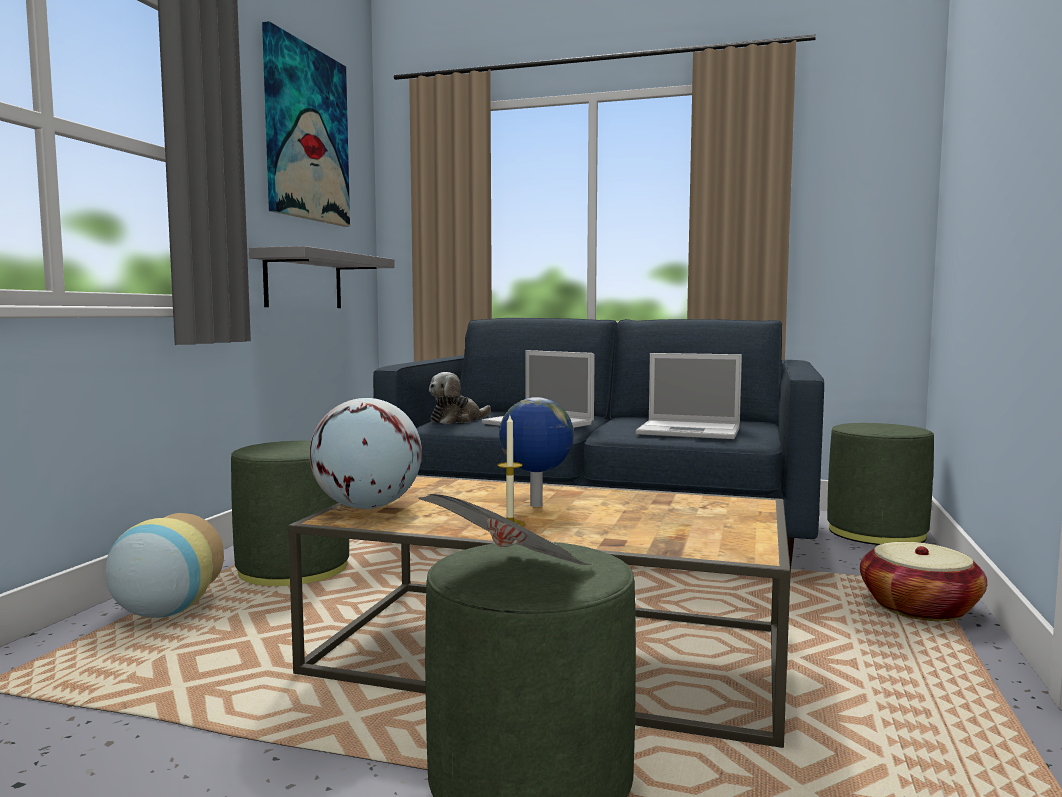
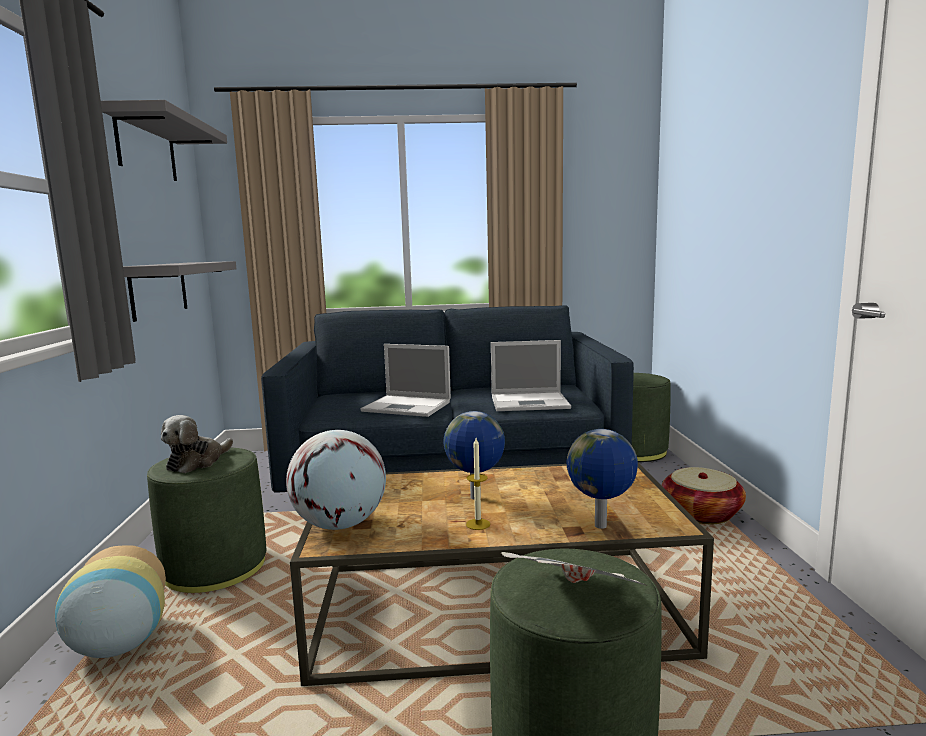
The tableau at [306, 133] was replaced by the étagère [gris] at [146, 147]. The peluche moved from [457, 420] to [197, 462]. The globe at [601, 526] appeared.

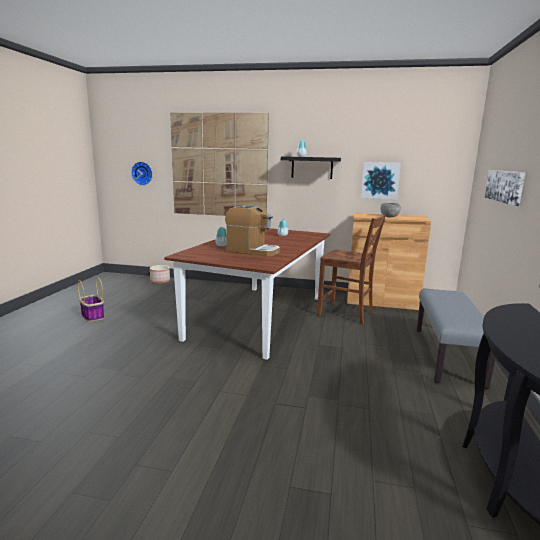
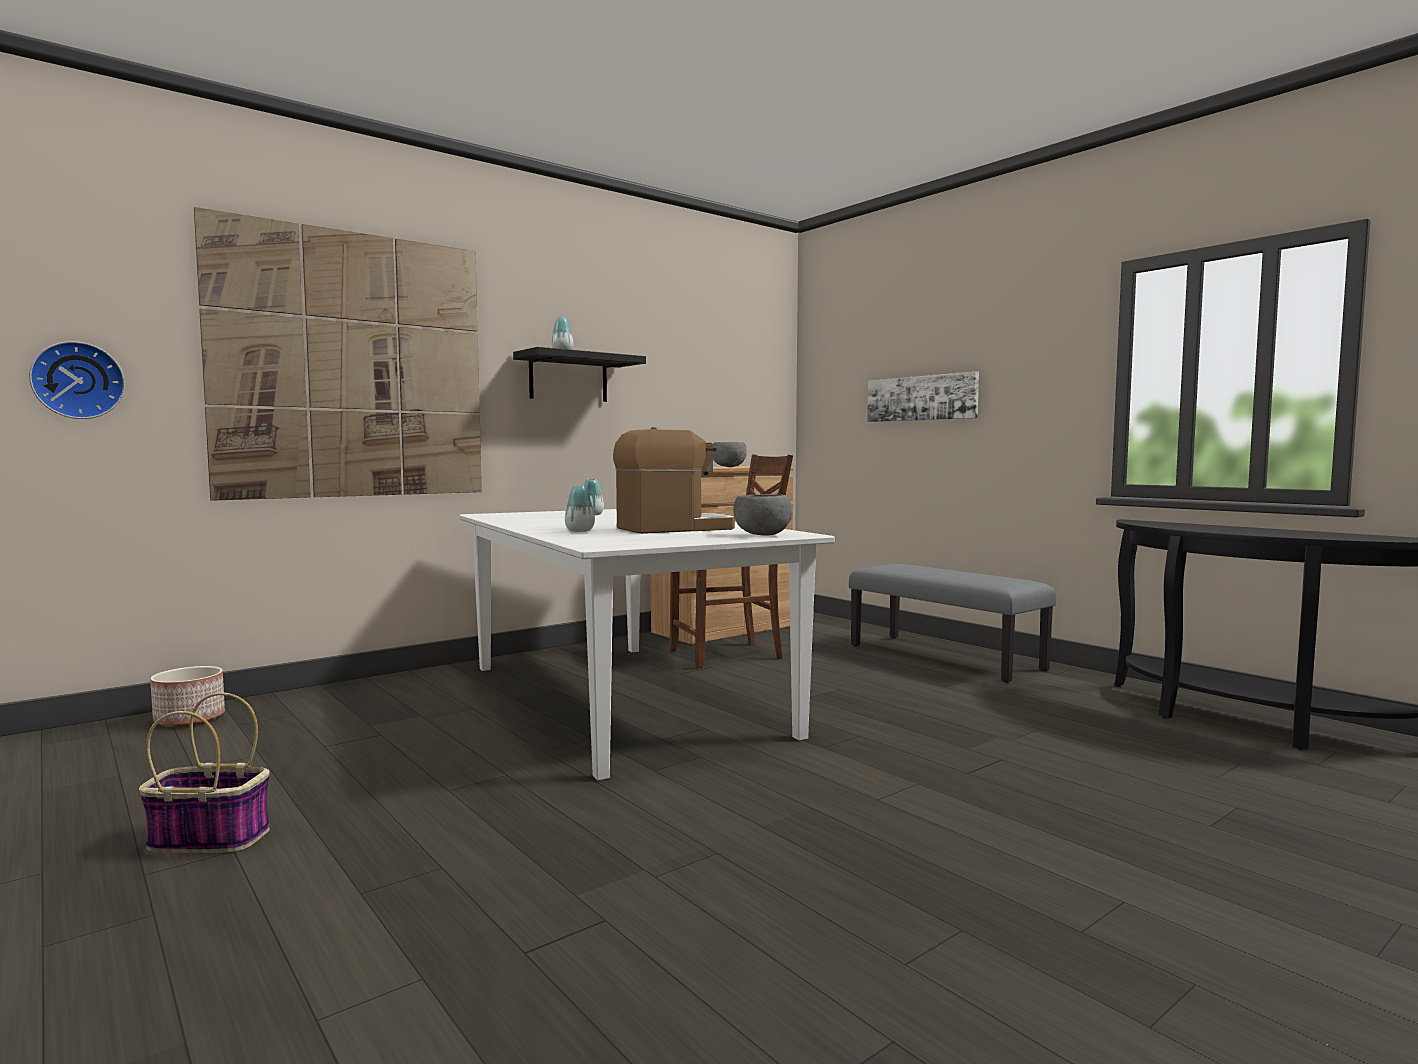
The table à manger [marron] at [258, 316] became the table à manger [blanc] at [619, 699]. The bol [gris] at [762, 535] appeared. The tableau at [380, 180] disappeared.

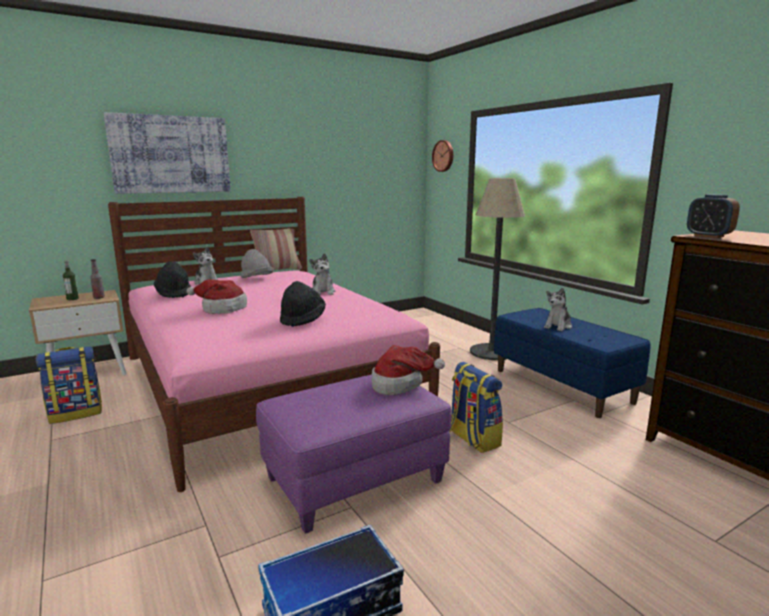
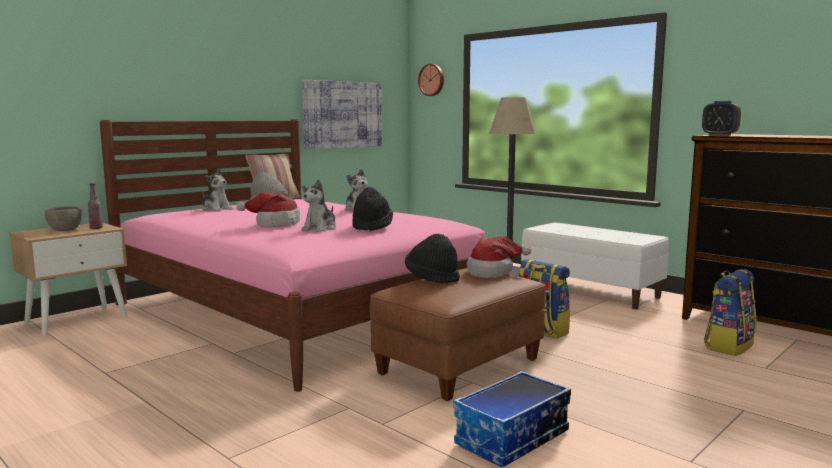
The bouteille at [72, 299] was replaced by the bol [gris] at [65, 230]. The peluche moved from [558, 326] to [320, 228]. The tableau moved from [170, 154] to [342, 114]. The pouf [violet] at [355, 480] became the pouf [marron] at [459, 366]. The chapeau [noir] moved from [174, 294] to [432, 278]. The banc [bleu] at [562, 386] became the banc [blanc] at [591, 291]. The sac à dos moved from [76, 413] to [728, 346].

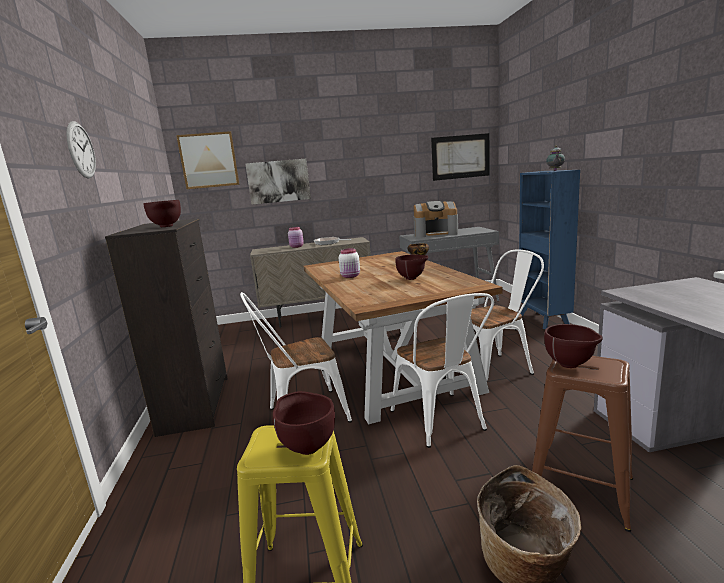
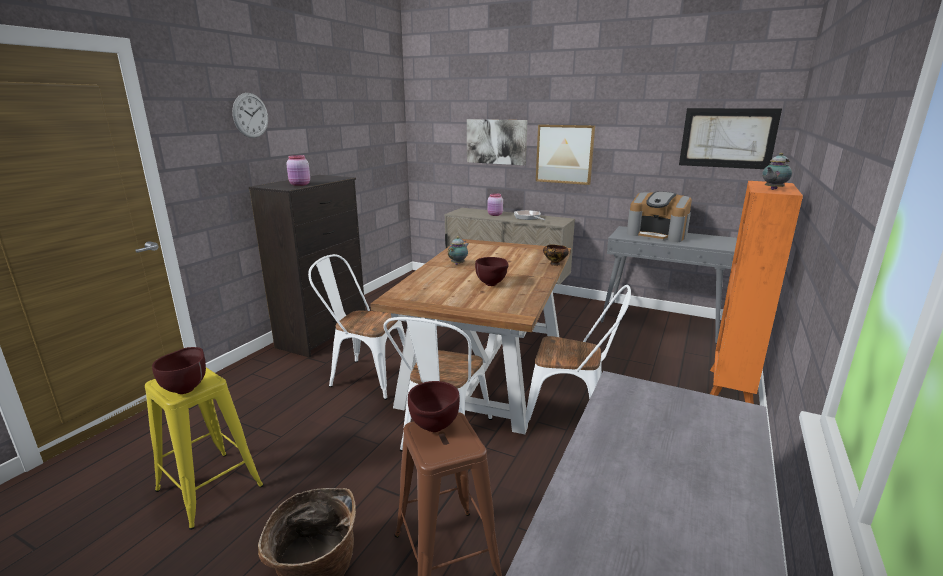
The bol [marron] at [167, 226] was replaced by the bocal [rose] at [300, 184]. The bocal [blanc] at [351, 276] was replaced by the théière at [458, 264]. The tableau moved from [209, 160] to [564, 154]. The bibliothèque [bleu] at [544, 320] became the bibliothèque [orange] at [730, 389].

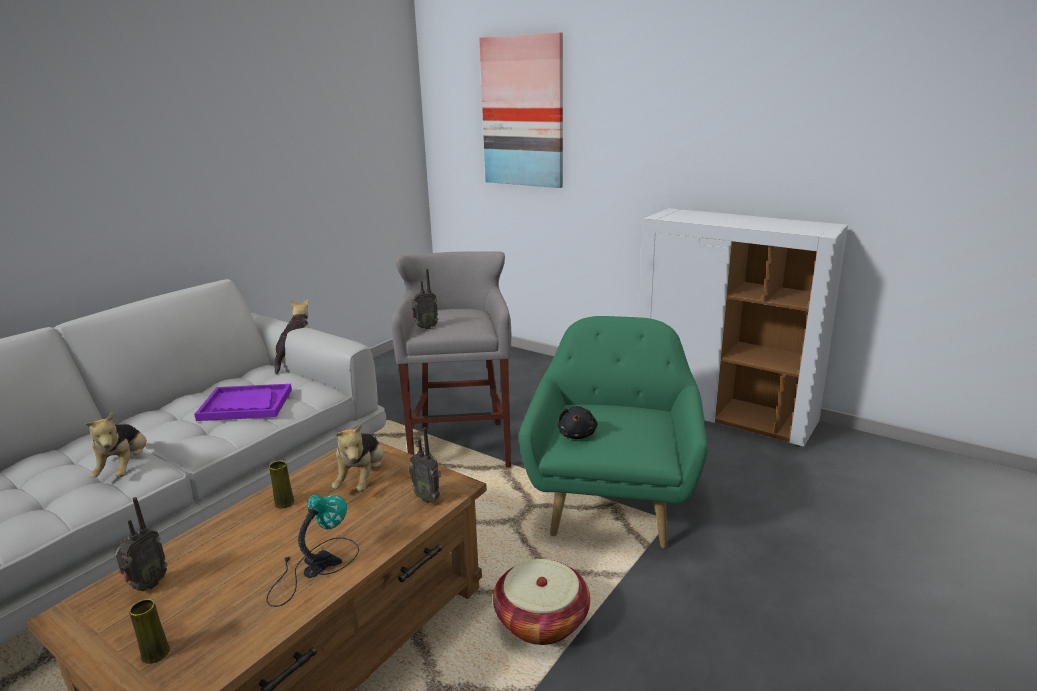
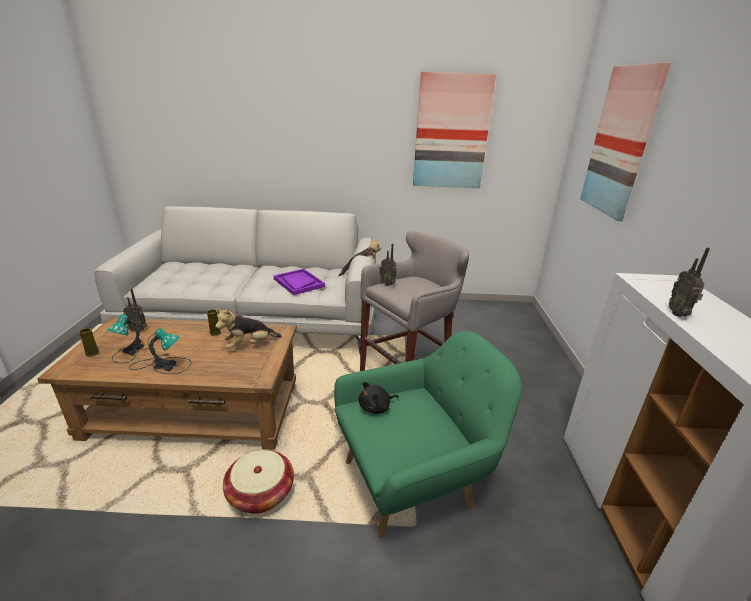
The lampe de table at [138, 349] appeared. The tableau at [451, 132] appeared. The radio moved from [428, 498] to [678, 314]. The peluche at [125, 468] disappeared.

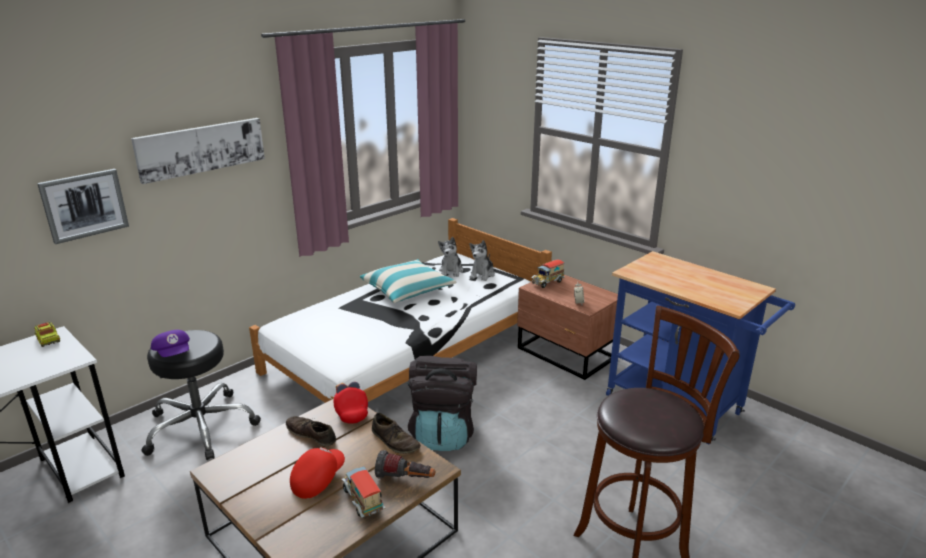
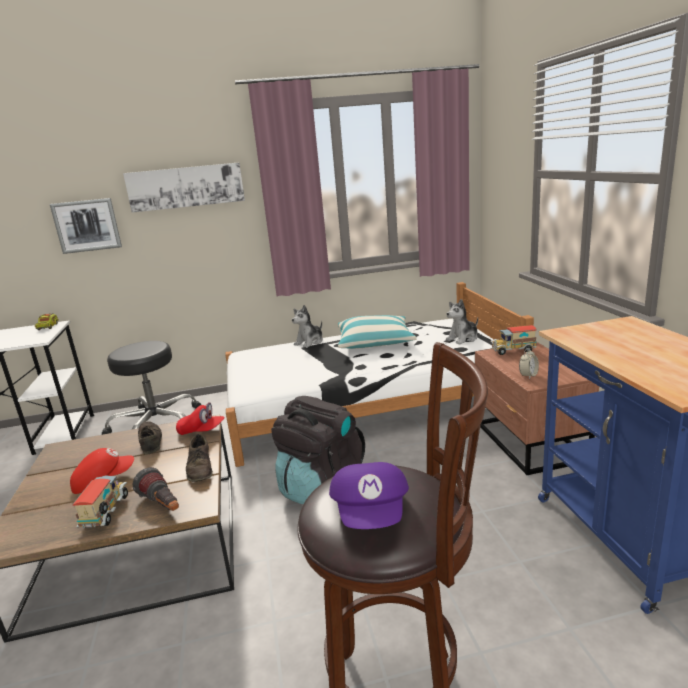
The casquette [rouge] at [351, 411] turned 90 degrees clockwise. The peluche moved from [451, 271] to [310, 342]. The casquette [violet] moved from [174, 354] to [372, 513].

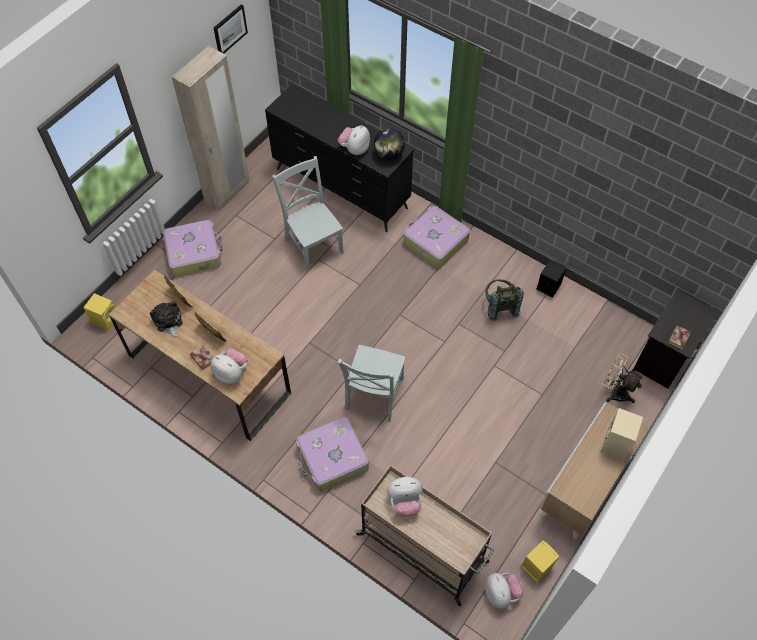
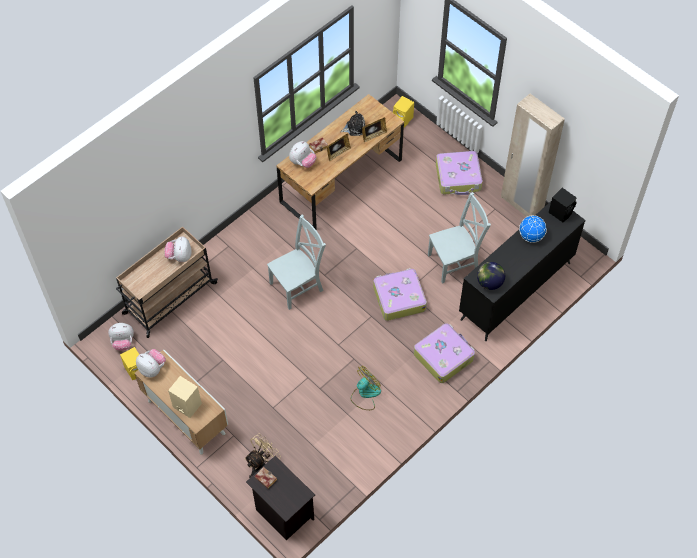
The peluche moved from [354, 149] to [152, 368]. The chaise [gris] at [373, 396] turned 120 degrees clockwise. The sac à dos [gris] at [499, 306] was replaced by the ventilateur at [365, 394]. The valise moved from [332, 458] to [398, 298]. The globe at [531, 236] appeared. The enceinte [noir] moved from [548, 286] to [561, 212]. The tableau at [229, 29] disappeared.

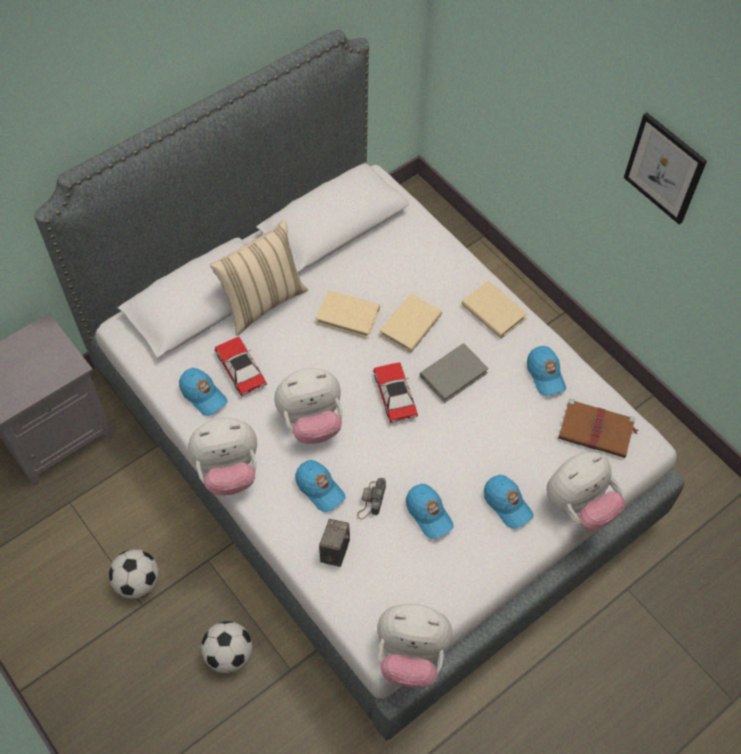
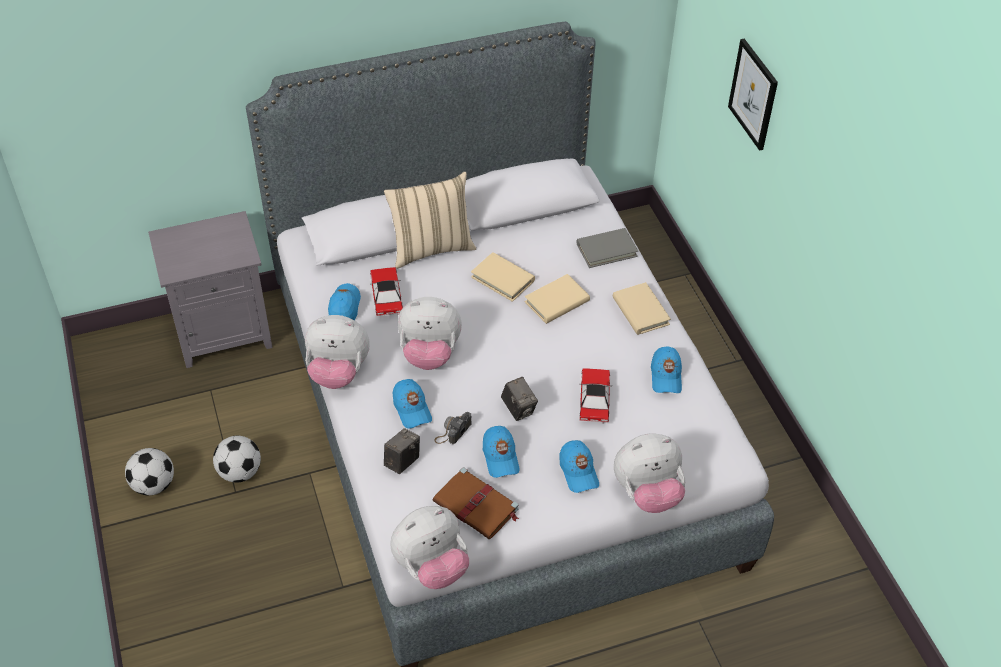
The ballon de foot moved from [229, 654] to [153, 485]. The casquette [bleu] at [203, 395] turned 150 degrees counterclockwise. The peluche at [411, 654] turned 60 degrees counterclockwise. The livre [marron] moved from [597, 430] to [477, 506]. The appareil photo at [518, 409] appeared. The livre [gris] moved from [453, 374] to [606, 250]. The petite voiture moved from [394, 395] to [594, 399]. The tableau moved from [664, 168] to [753, 94].

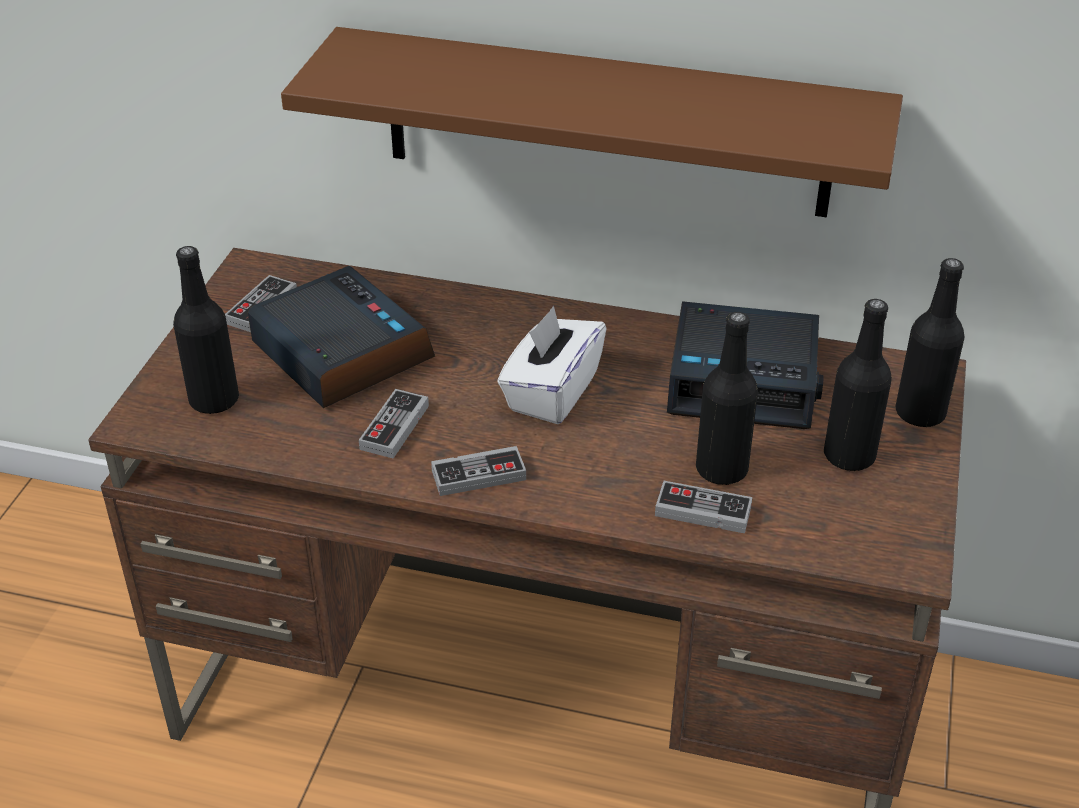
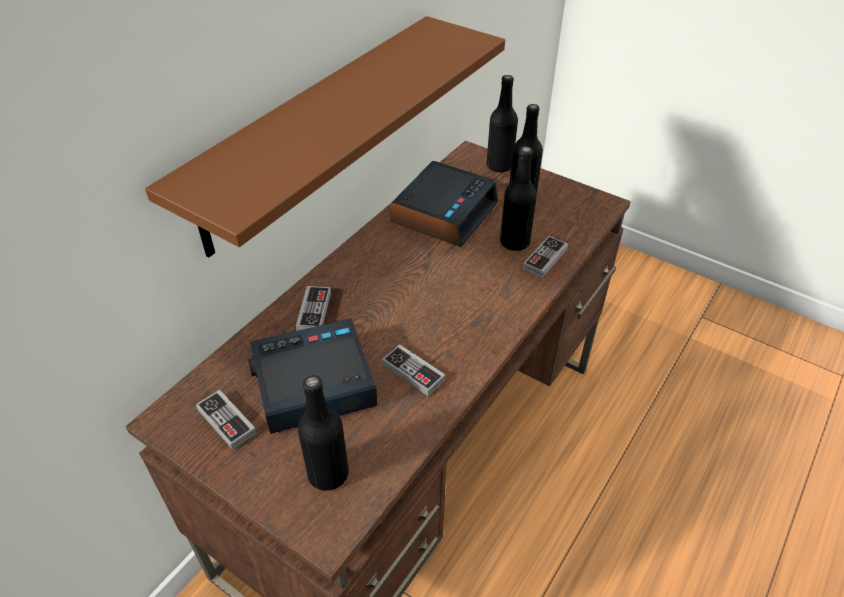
The manette moved from [478, 475] to [314, 311]. The boîte à mouchoirs [blanc] at [551, 392] disappeared.

